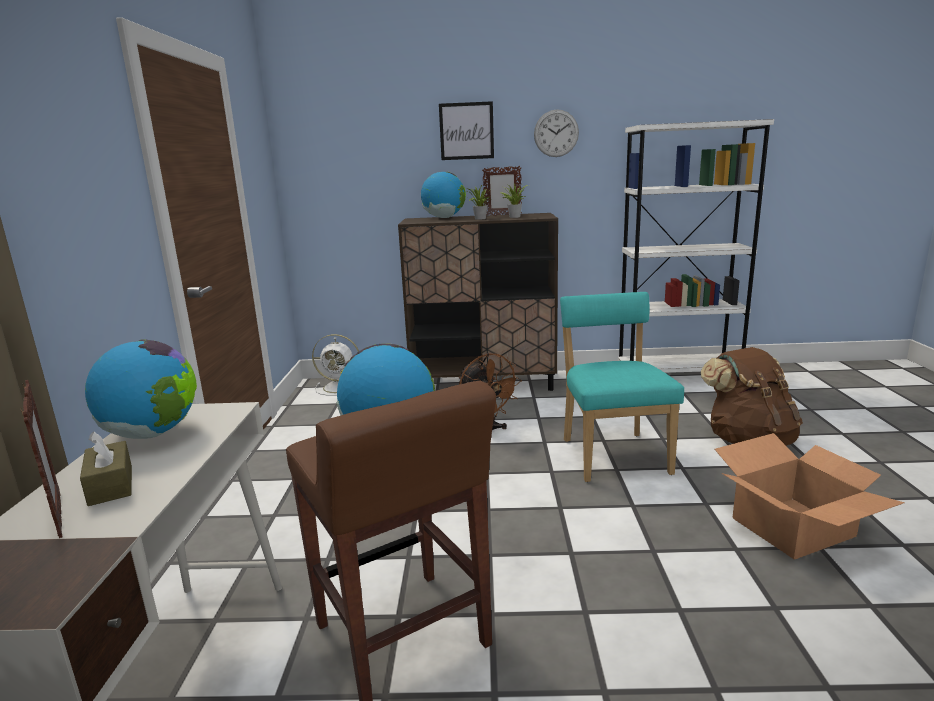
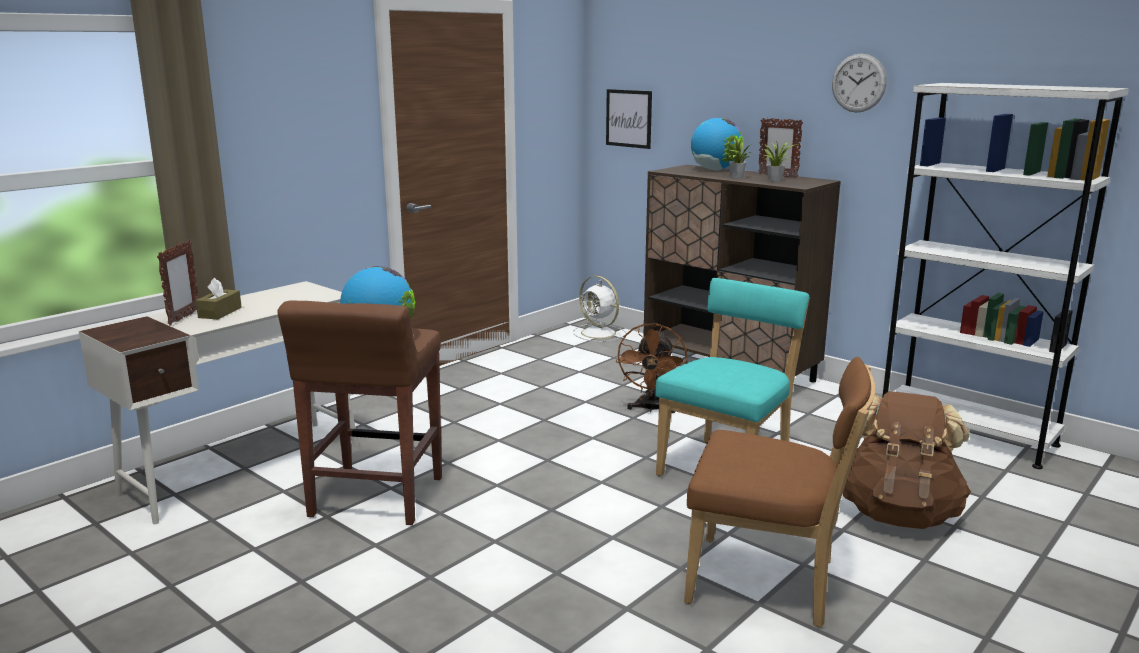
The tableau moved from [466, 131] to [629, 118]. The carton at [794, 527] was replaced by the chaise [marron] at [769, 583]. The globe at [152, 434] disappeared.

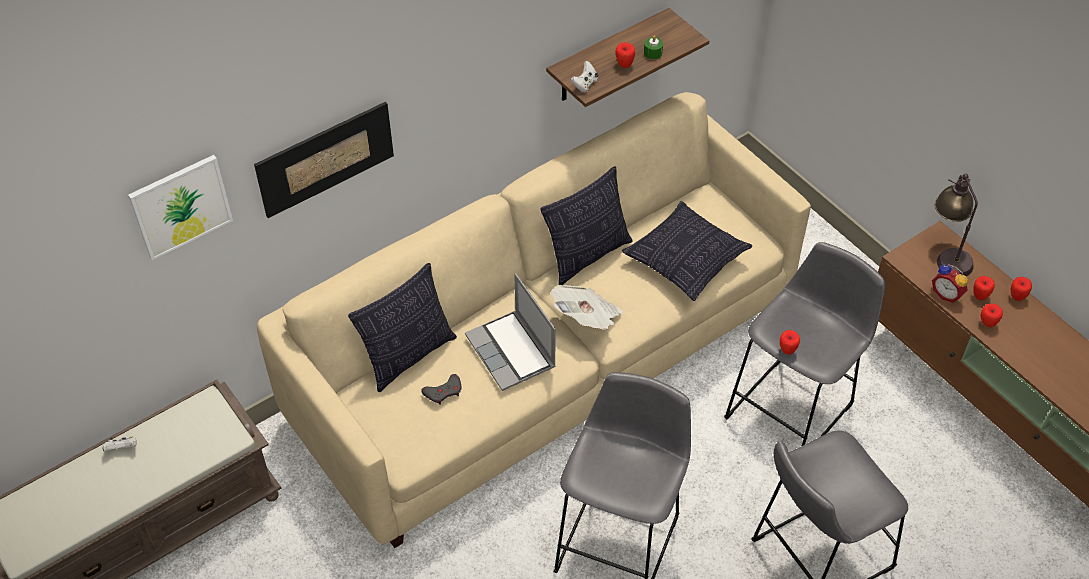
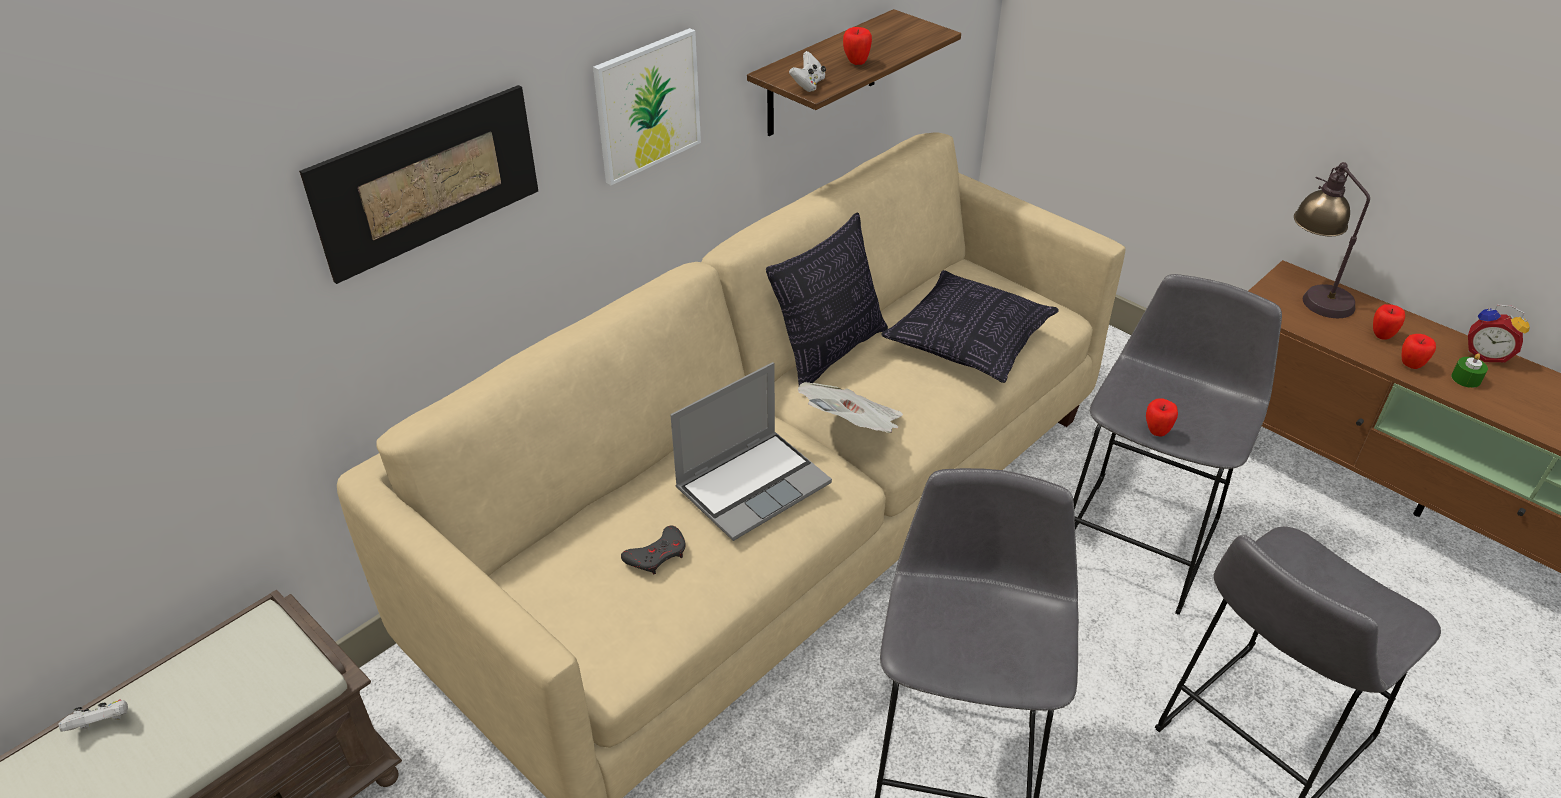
The tableau moved from [181, 206] to [647, 105]. The ordinateur portable at [512, 352] turned 90 degrees counterclockwise. The bougie [vert] moved from [653, 53] to [1465, 379]. The réveil moved from [947, 294] to [1486, 355]. The coussin at [409, 356] disappeared. The pomme at [1017, 297] disappeared.

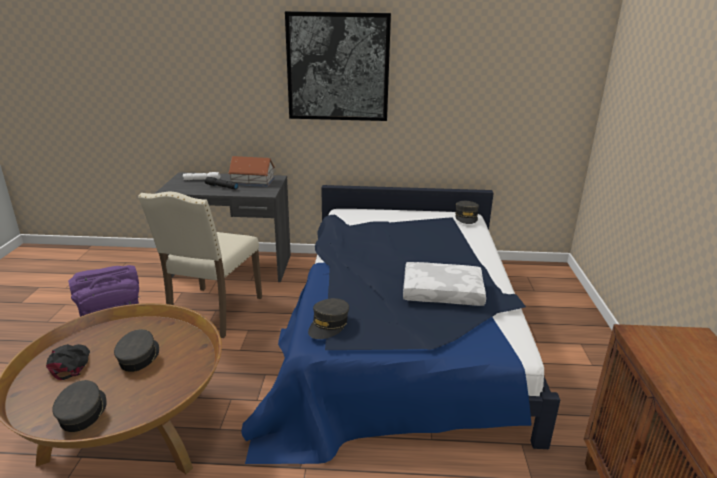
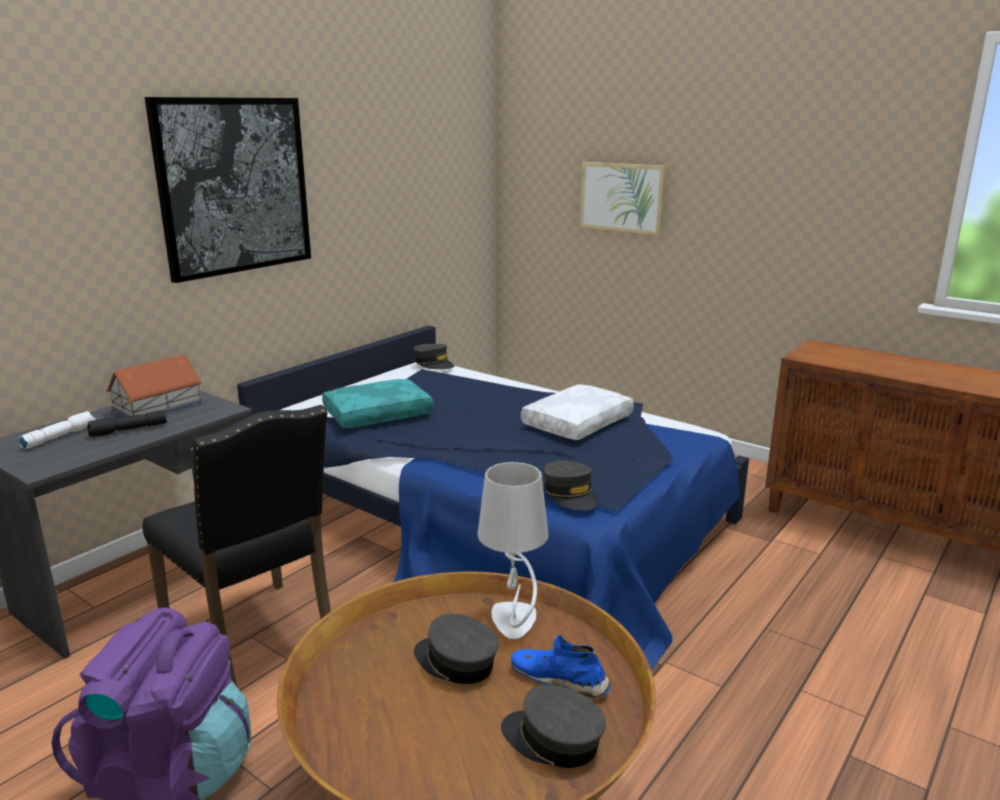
The chaise [beige] at [213, 313] became the chaise [noir] at [255, 640]. The coussin [turquoise] at [378, 414] appeared. The lampe de table [blanc] at [514, 621] appeared. The chaussure [bleu] at [559, 679] appeared. The tableau at [622, 197] appeared. The casquette [noir] at [70, 364] disappeared.

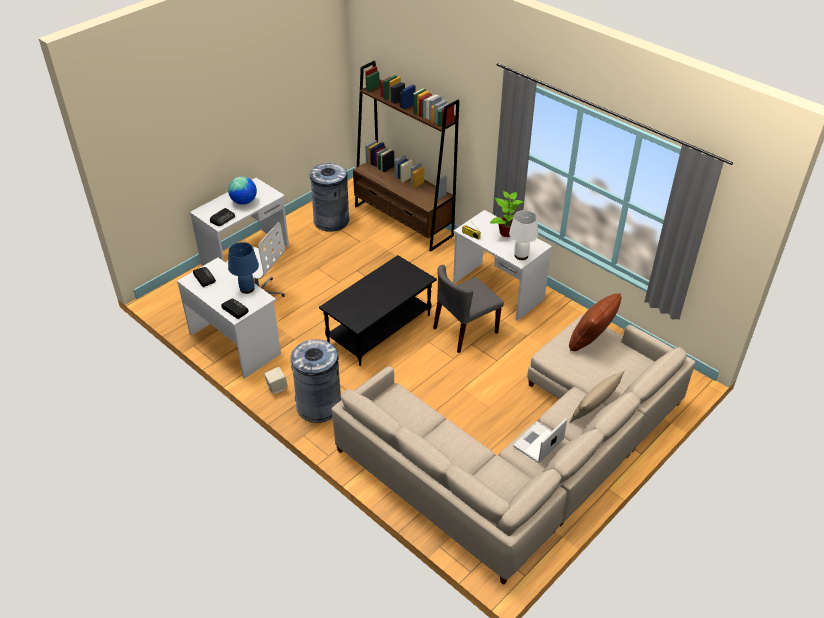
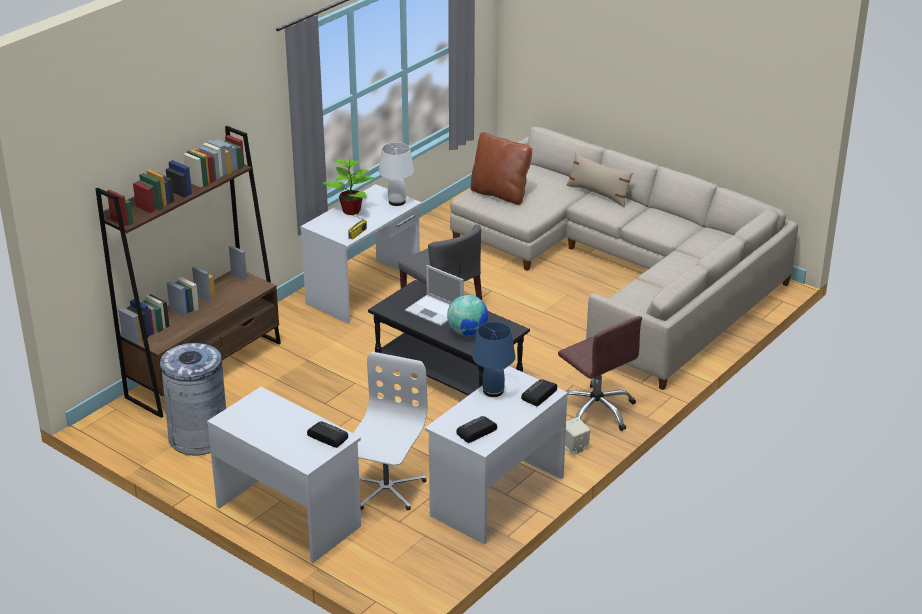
The ordinateur portable moved from [538, 444] to [435, 311]. The globe moved from [244, 202] to [467, 332]. The poubelle [gris] at [319, 406] was replaced by the chaise de bureau [marron] at [596, 410].

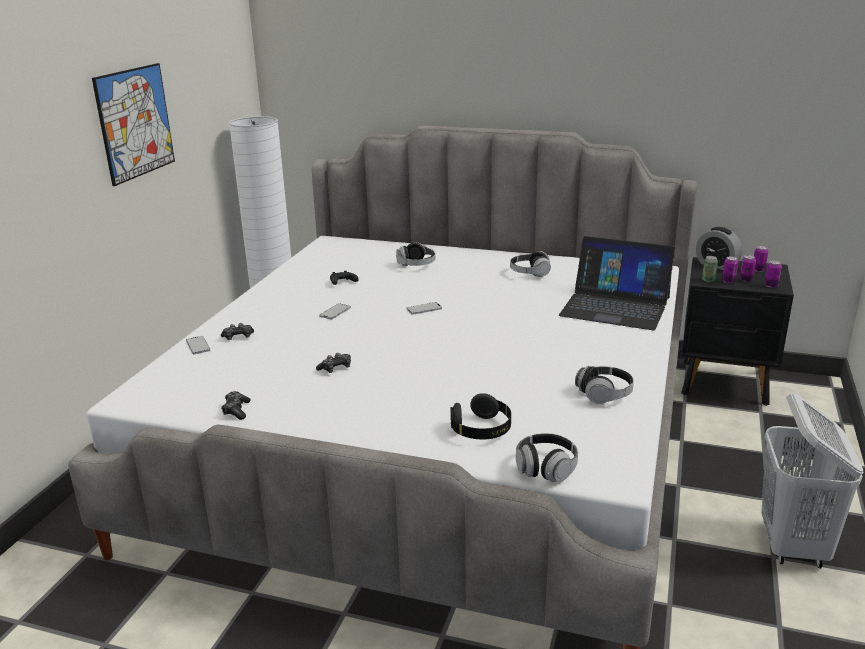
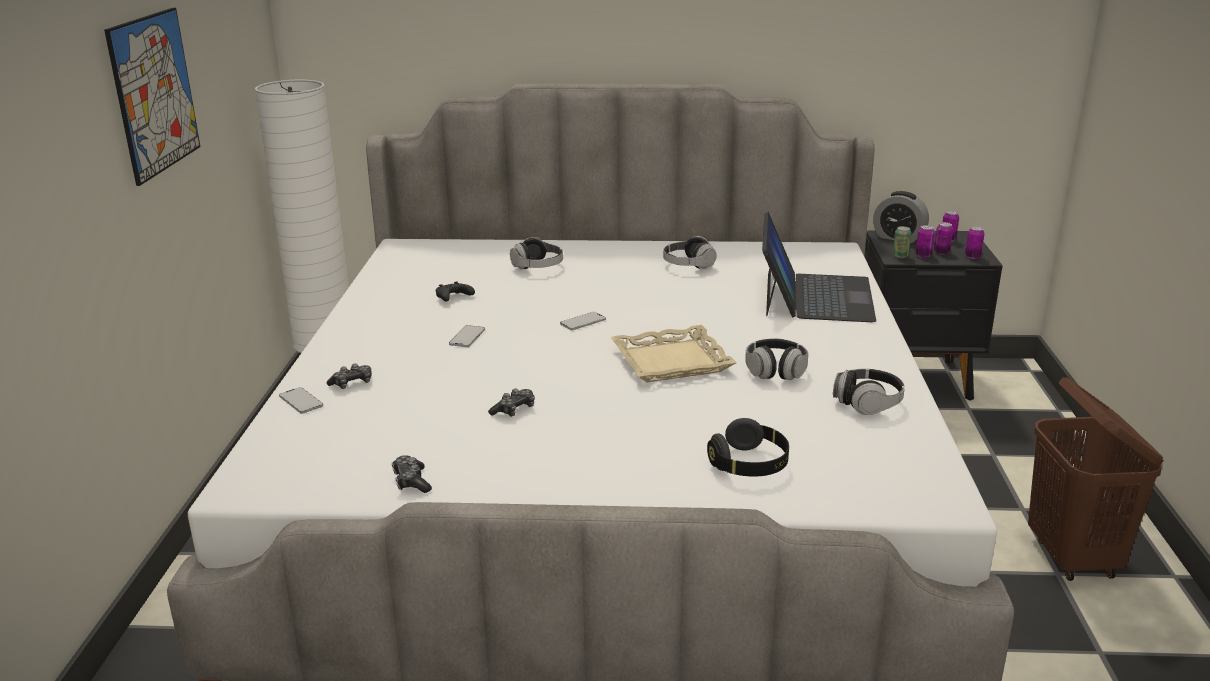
The plateau [beige] at [671, 361] appeared. The casque audio moved from [546, 468] to [775, 371]. The ordinateur portable at [615, 306] turned 90 degrees counterclockwise. The panier à linge [blanc] at [793, 546] became the panier à linge [marron] at [1073, 558].

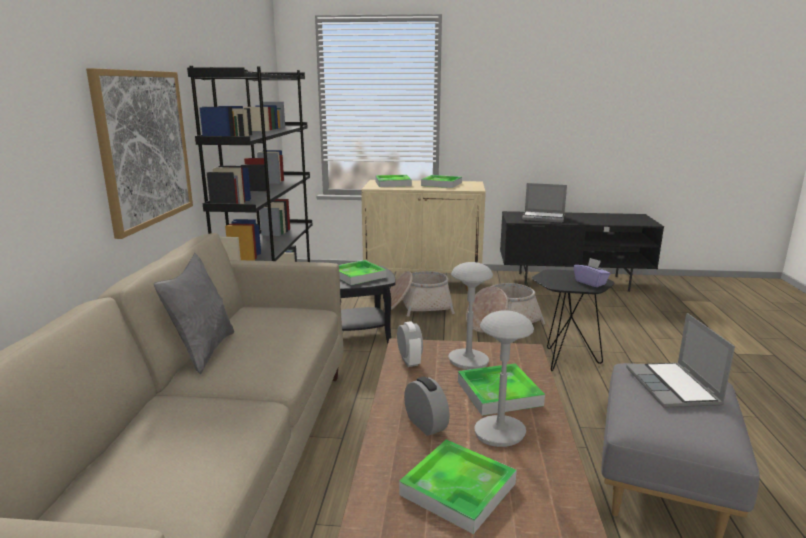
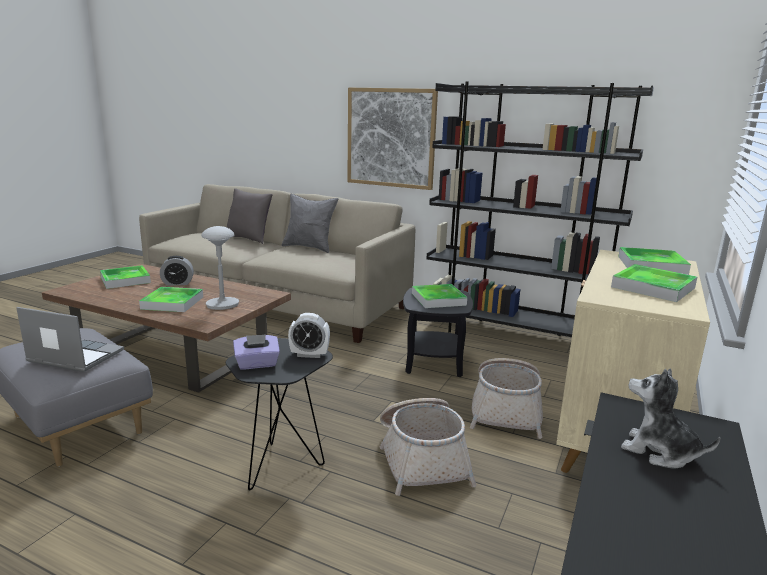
The coussin [gris] at [249, 239] appeared. The réveil moved from [409, 361] to [309, 355]. The ordinateur portable at [544, 218] was replaced by the peluche at [659, 452]. The lampe de table [gris] at [499, 433] disappeared.

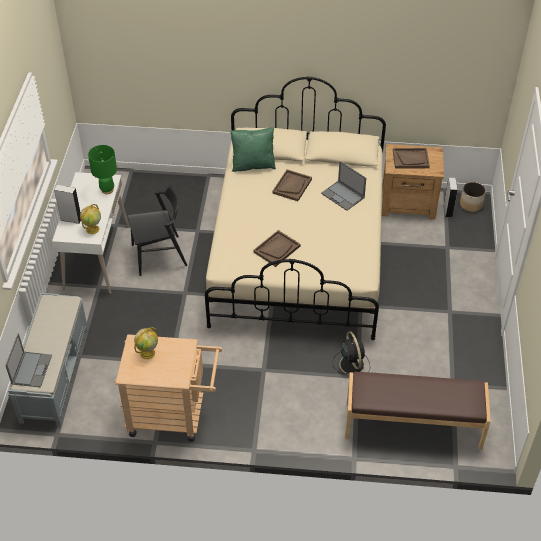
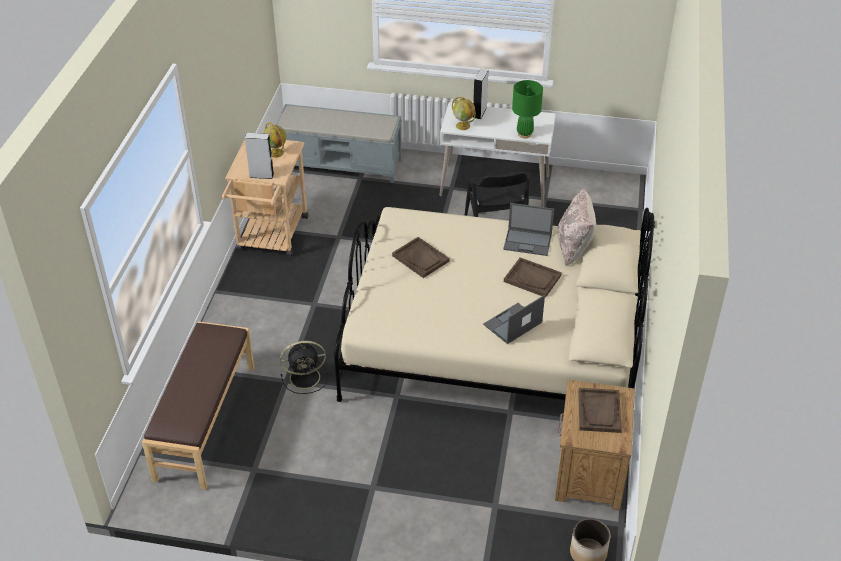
The enceinte [gris] moved from [447, 211] to [261, 175]. The ordinateur portable moved from [31, 369] to [528, 242]. The coussin [vert] at [253, 165] became the coussin [beige] at [574, 247].

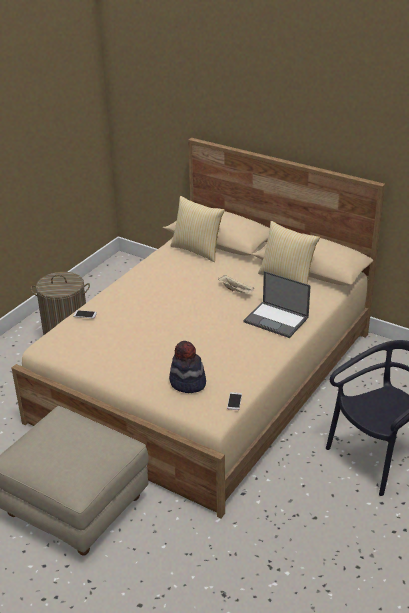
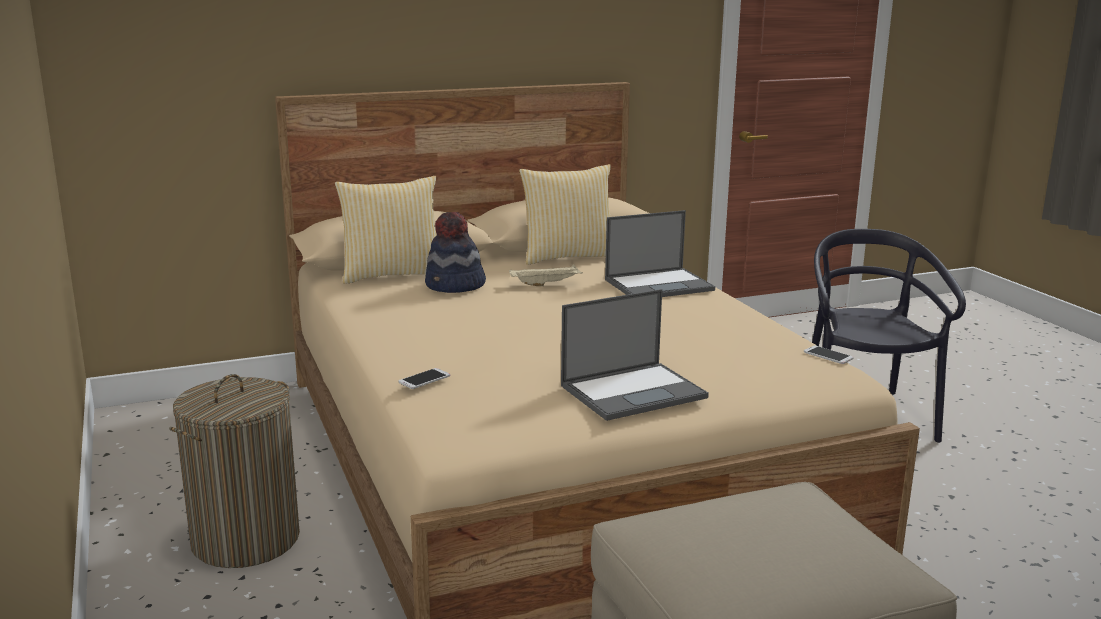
The chapeau moved from [187, 383] to [455, 286]. The ordinateur portable at [634, 391] appeared.

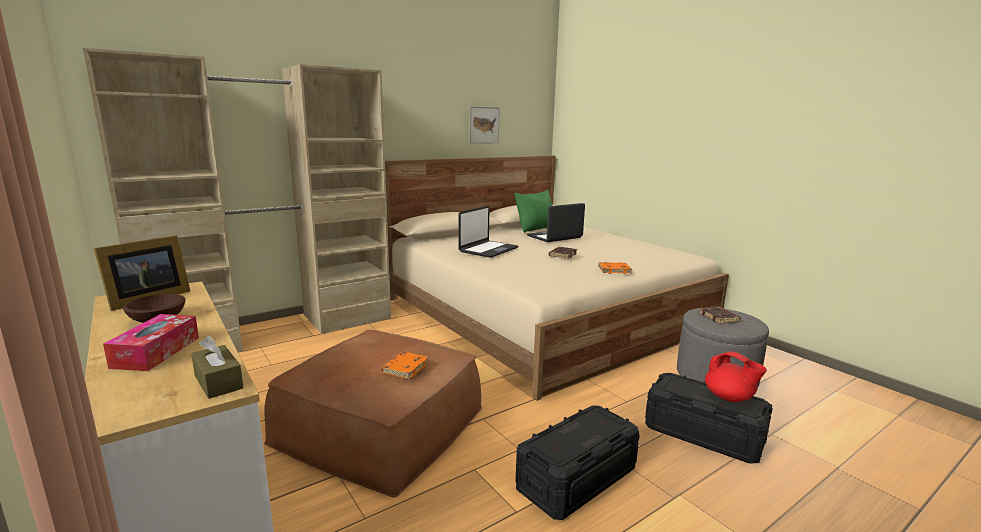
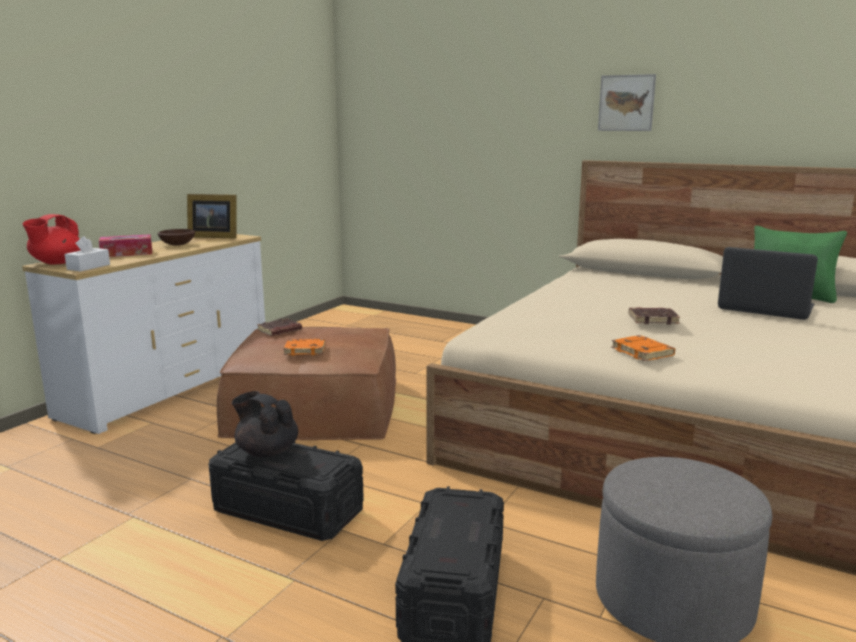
The théière [rouge] moved from [729, 397] to [56, 263]. The boîte à mouchoirs [marron] at [218, 382] became the boîte à mouchoirs [blanc] at [88, 267]. The théière [noir] at [266, 451] appeared. The livre [marron] moved from [719, 318] to [279, 331]. The tableau moved from [484, 125] to [626, 103]. The armoire [beige] at [277, 331] disappeared. The ordinateur portable at [488, 250] disappeared.

